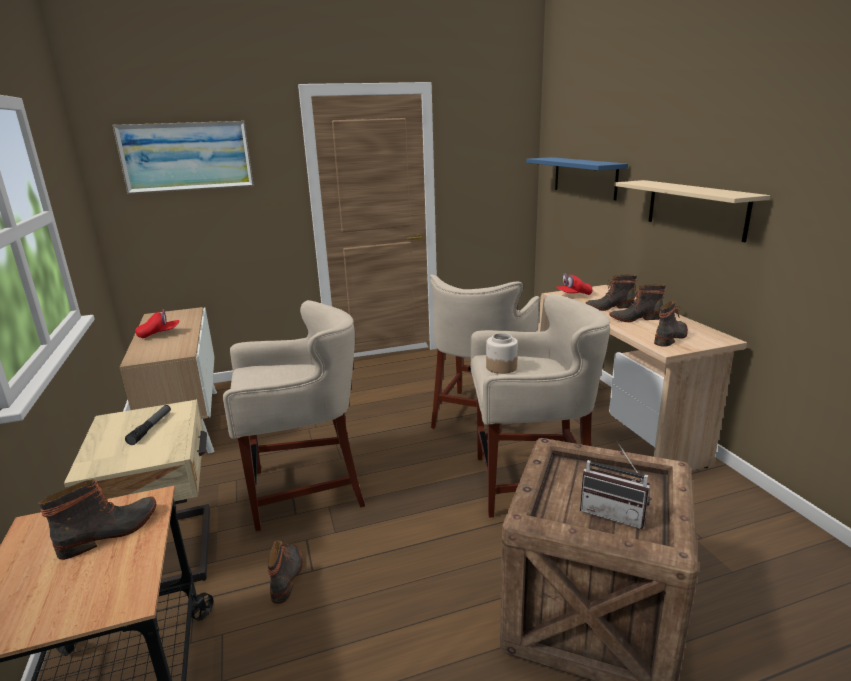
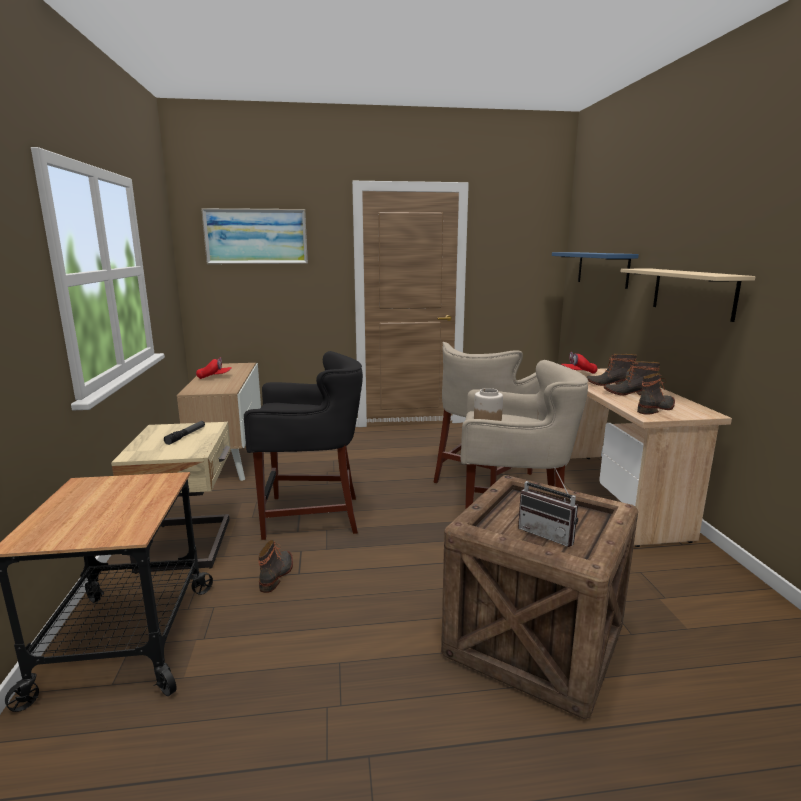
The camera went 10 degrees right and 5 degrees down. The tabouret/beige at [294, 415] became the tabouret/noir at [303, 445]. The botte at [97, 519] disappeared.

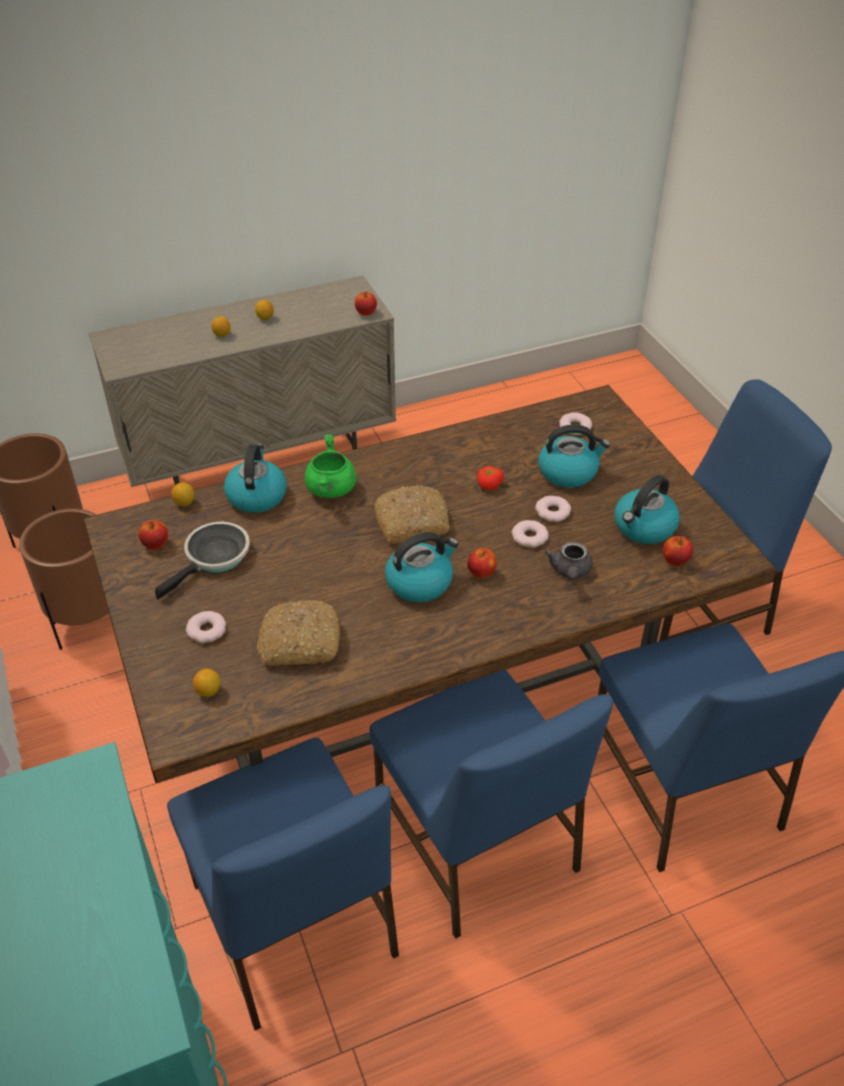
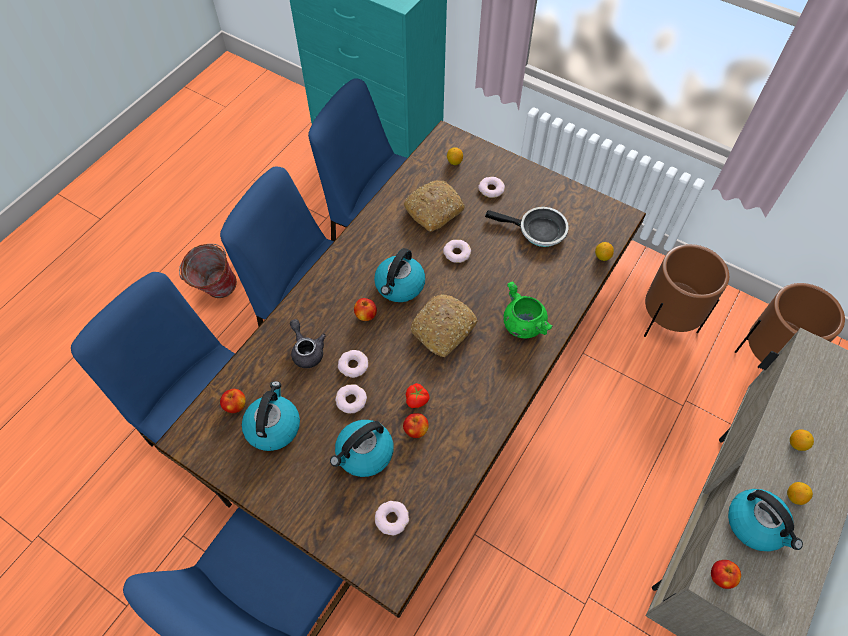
The camera went 145 degrees right and 15 degrees up. The seau at [208, 271] appeared. The pomme moved from [153, 535] to [416, 425]. The beignet at [457, 251] appeared. The poêle at [202, 560] turned 75 degrees counterclockwise. The bouilloire moved from [255, 478] to [765, 520].

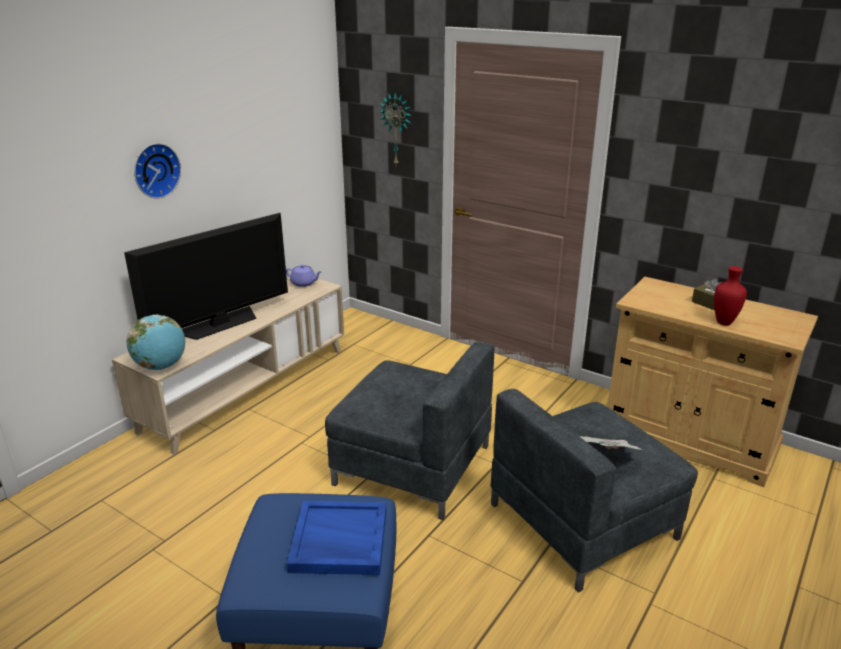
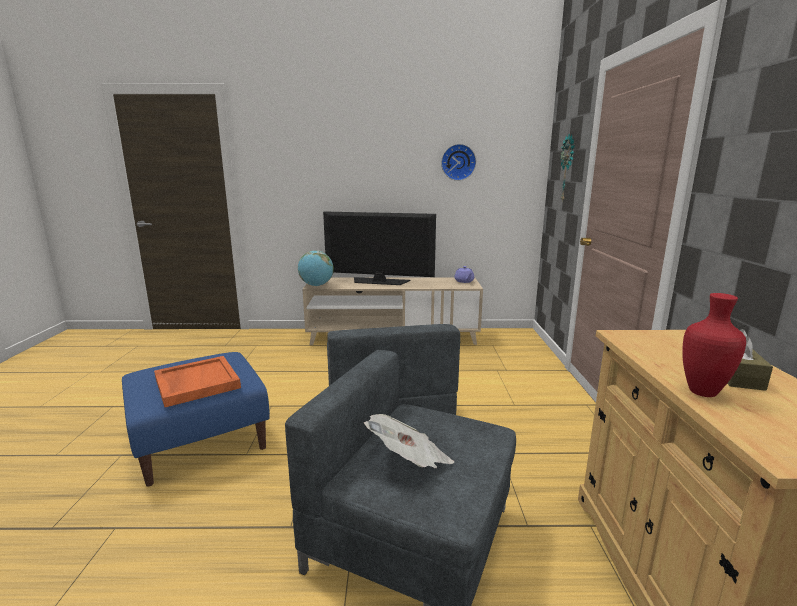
The camera went 55 degrees right and 10 degrees down. The plateau/bleu at [336, 538] became the plateau/orange at [197, 381]. The horloge murale moved from [157, 171] to [458, 162].

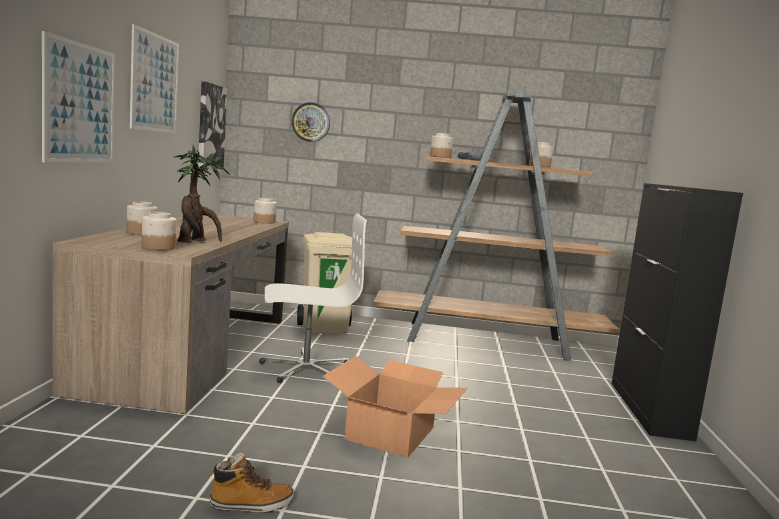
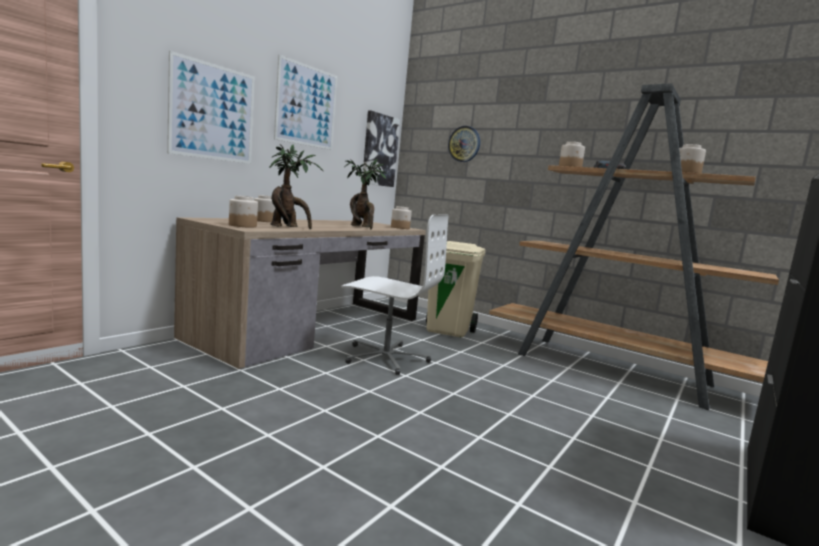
The camera went 30 degrees right and 0 degrees up. The plante en pot at [365, 194] appeared. The botte at [252, 483] disappeared. The carton at [395, 407] disappeared.

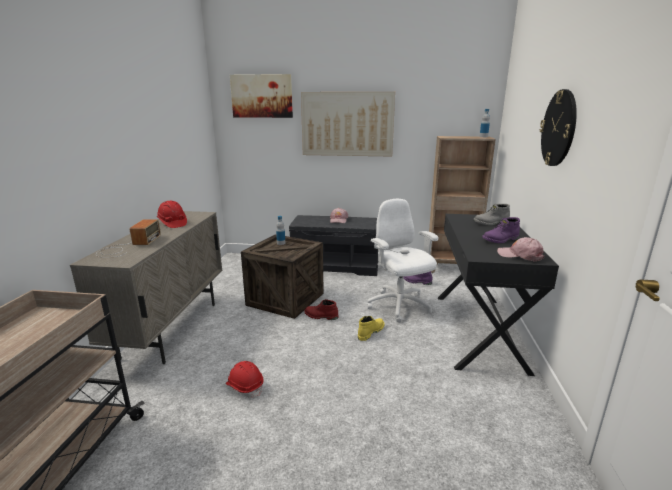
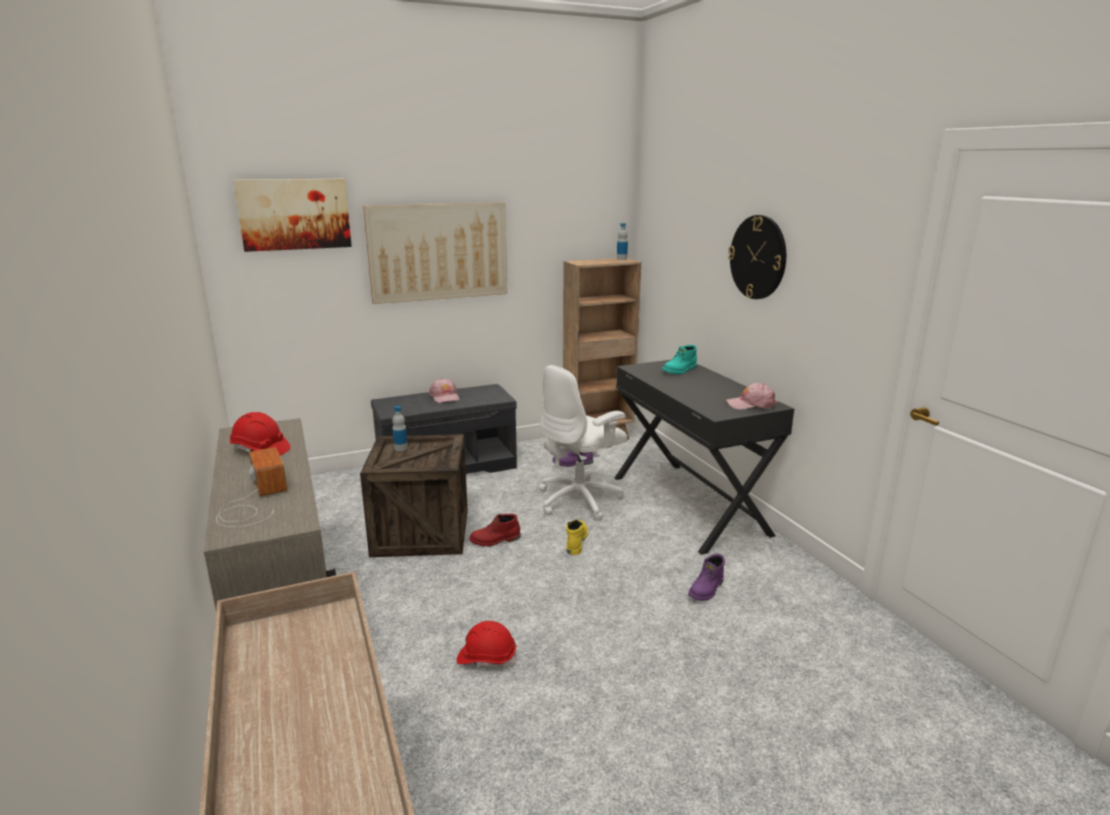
The camera went 30 degrees left and 0 degrees up. The chaise de bureau/blanc at [402, 261] turned 75 degrees counterclockwise. The botte/gris at [491, 214] became the botte/turquoise at [679, 359]. The botte/violet moved from [501, 230] to [706, 577].

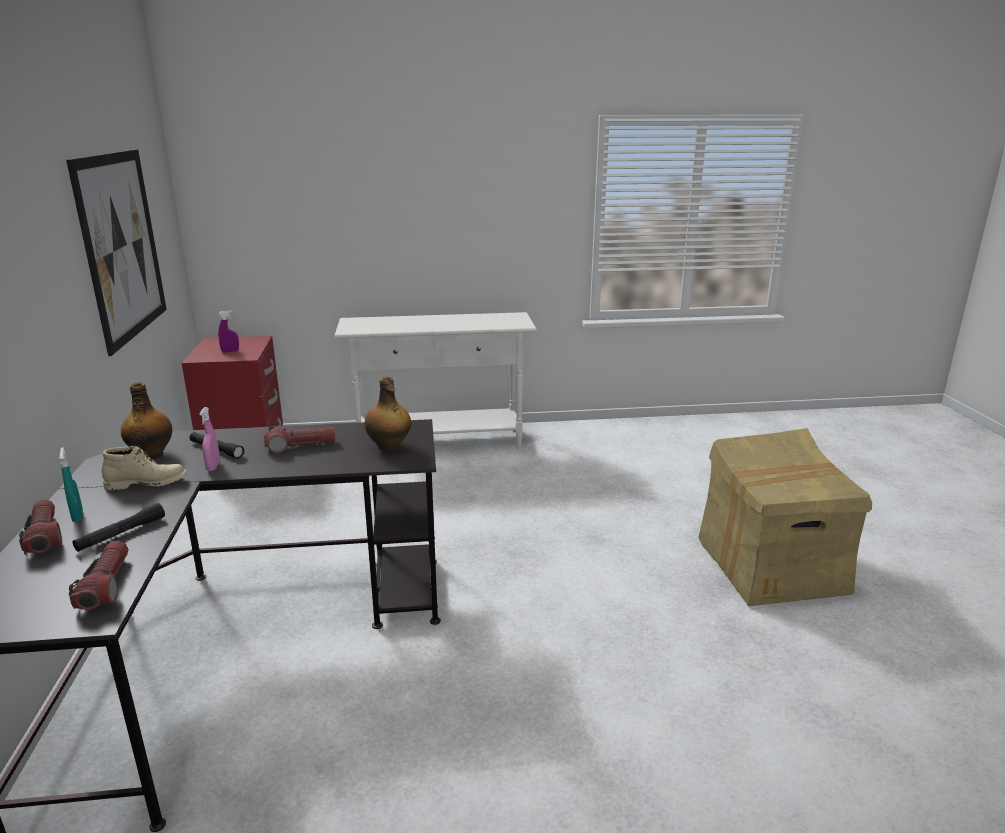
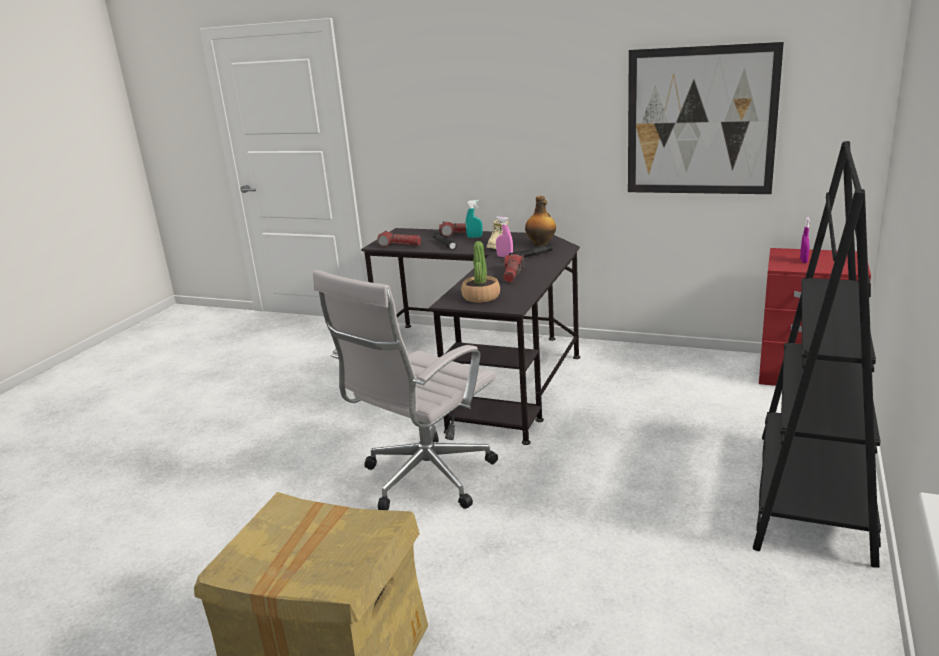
The camera went 120 degrees right and 0 degrees up. The chaise de bureau/blanc at [405, 390] appeared. The bouteille at [388, 414] was replaced by the plante en pot at [480, 272]. The table console/blanc at [435, 381] was replaced by the bibliothèque/noir at [817, 354].

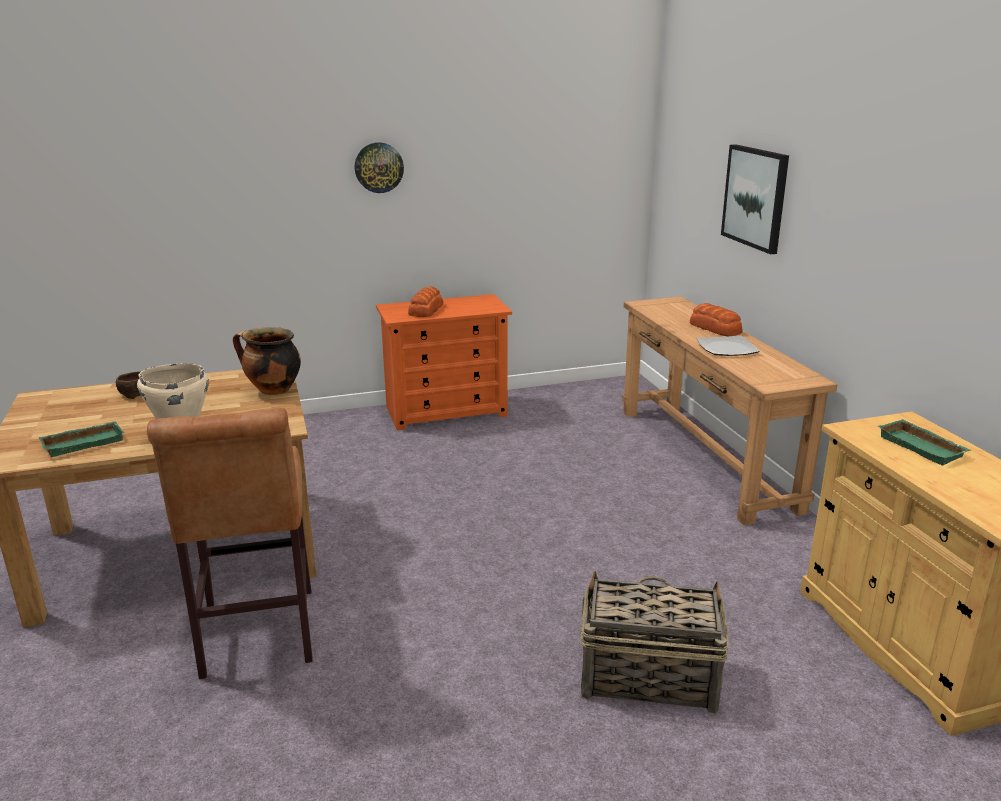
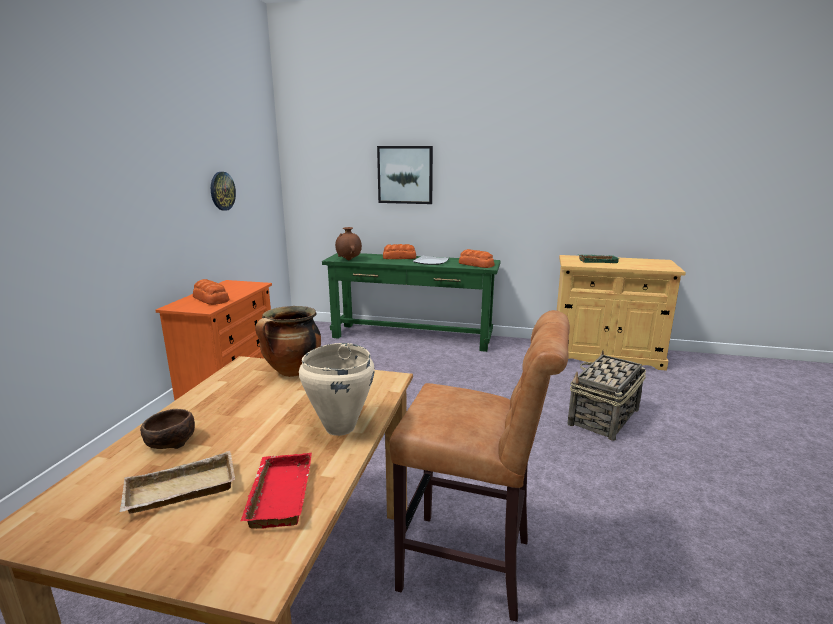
The camera went 60 degrees left and 5 degrees down. The plateau/beige at [177, 482] appeared. The horloge murale moved from [379, 167] to [223, 191]. The plateau/vert at [81, 439] became the plateau/rouge at [276, 491]. The table console/marron at [729, 410] became the table console/vert at [411, 302]. The vase/marron at [348, 243] appeared. The pain at [476, 258] appeared.

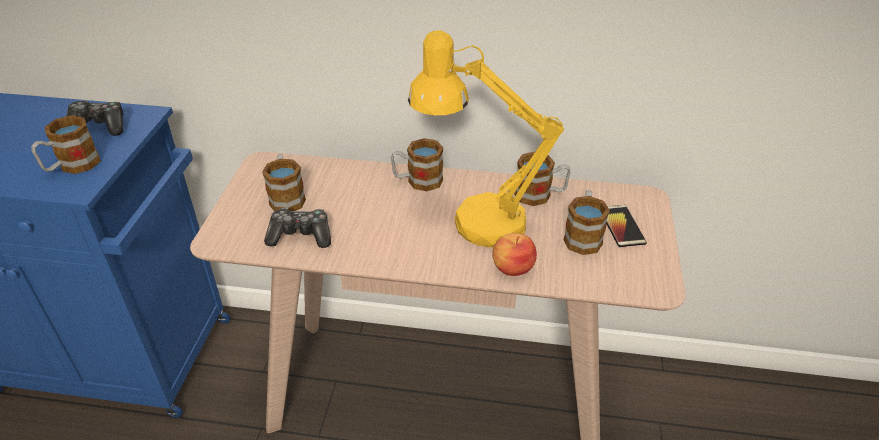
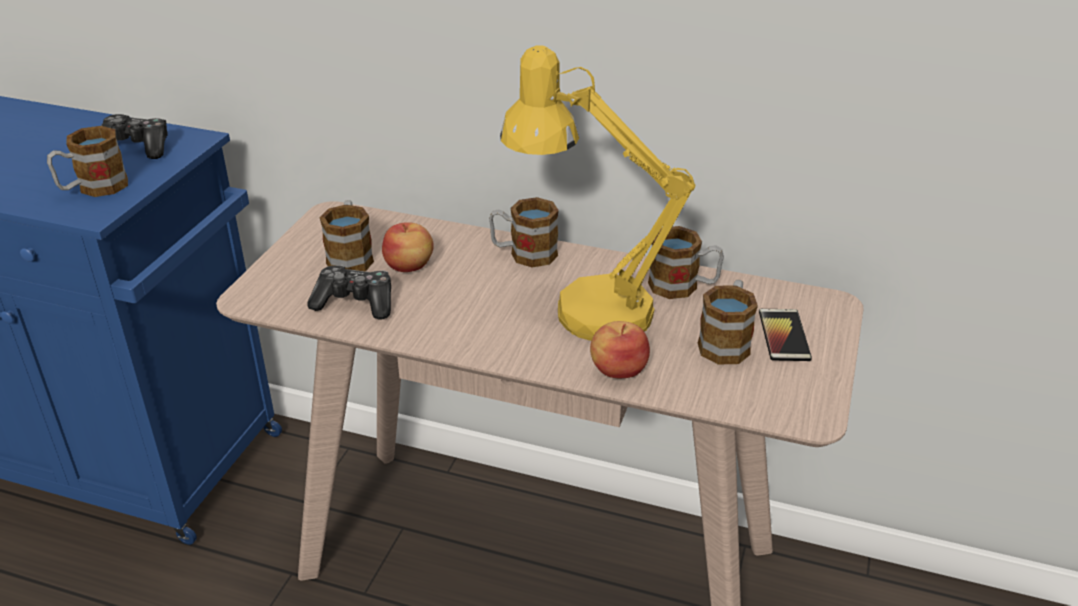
The camera went 10 degrees right and 5 degrees down. The pomme at [408, 247] appeared.

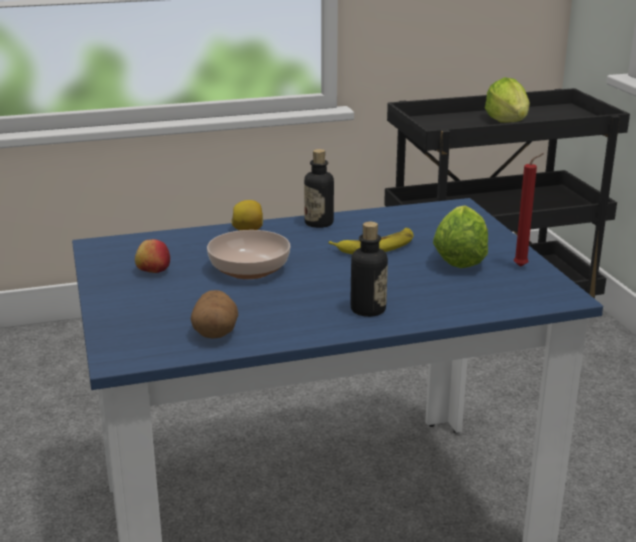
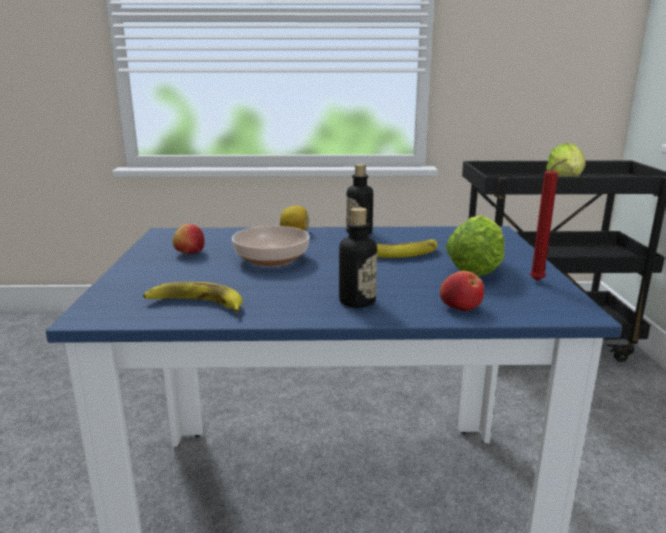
The camera went 15 degrees right and 5 degrees down. The pomme de terre at [214, 314] was replaced by the banane at [193, 297]. The pomme at [462, 291] appeared.

